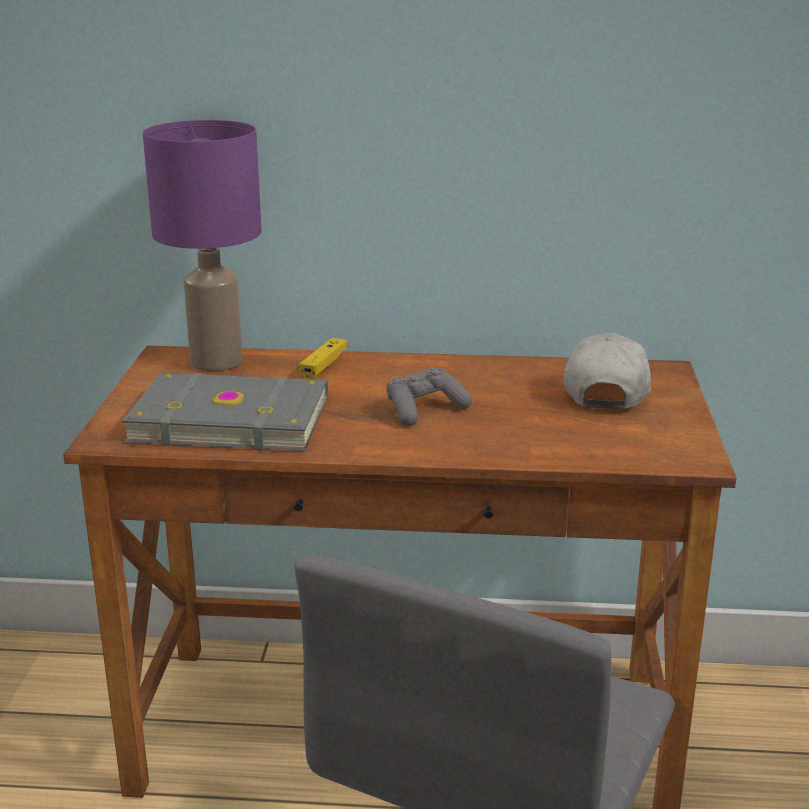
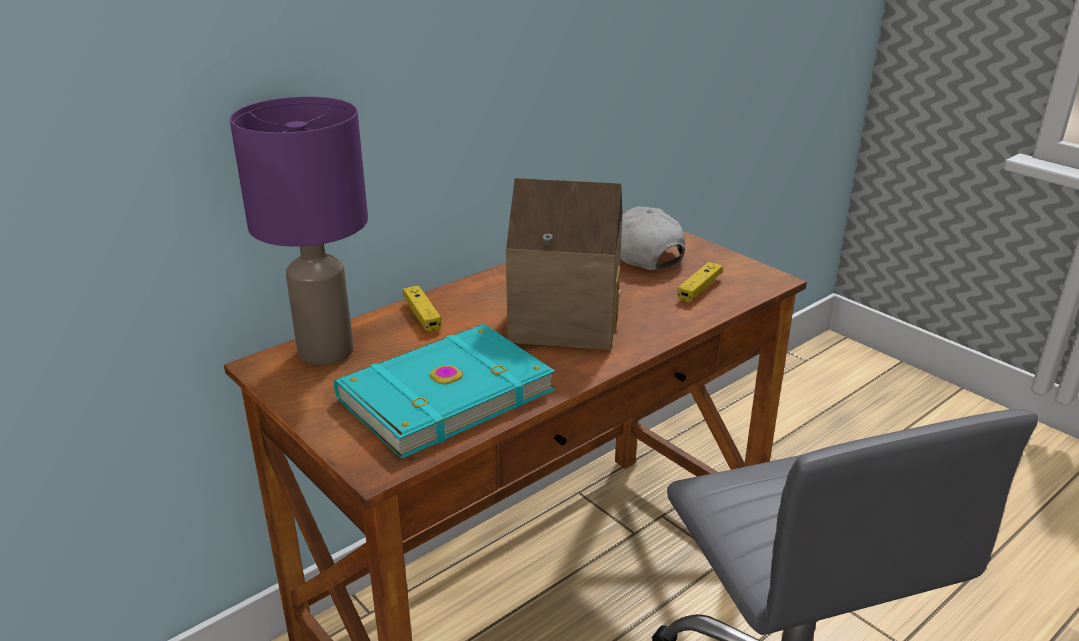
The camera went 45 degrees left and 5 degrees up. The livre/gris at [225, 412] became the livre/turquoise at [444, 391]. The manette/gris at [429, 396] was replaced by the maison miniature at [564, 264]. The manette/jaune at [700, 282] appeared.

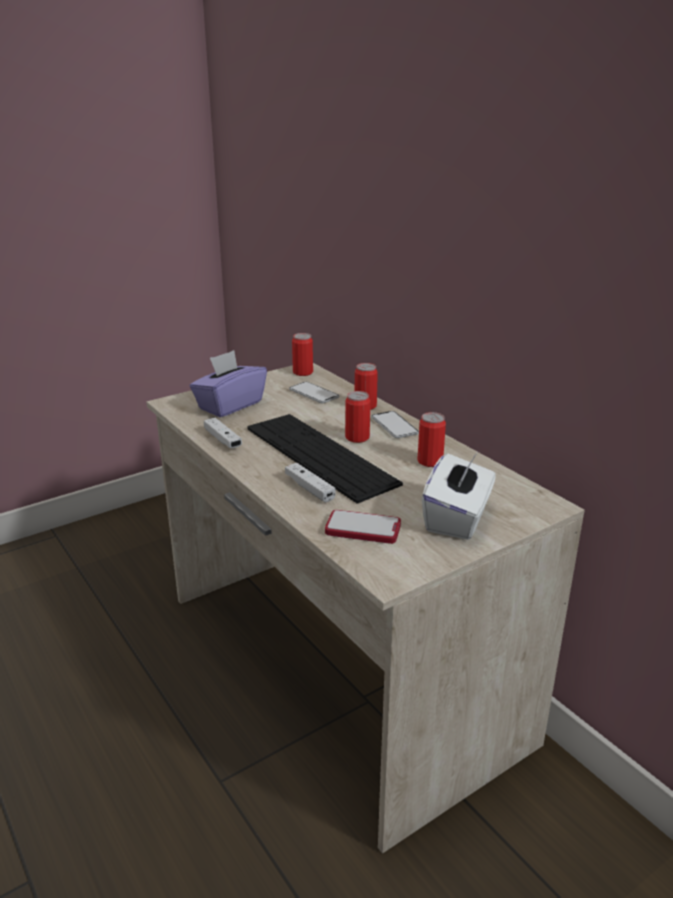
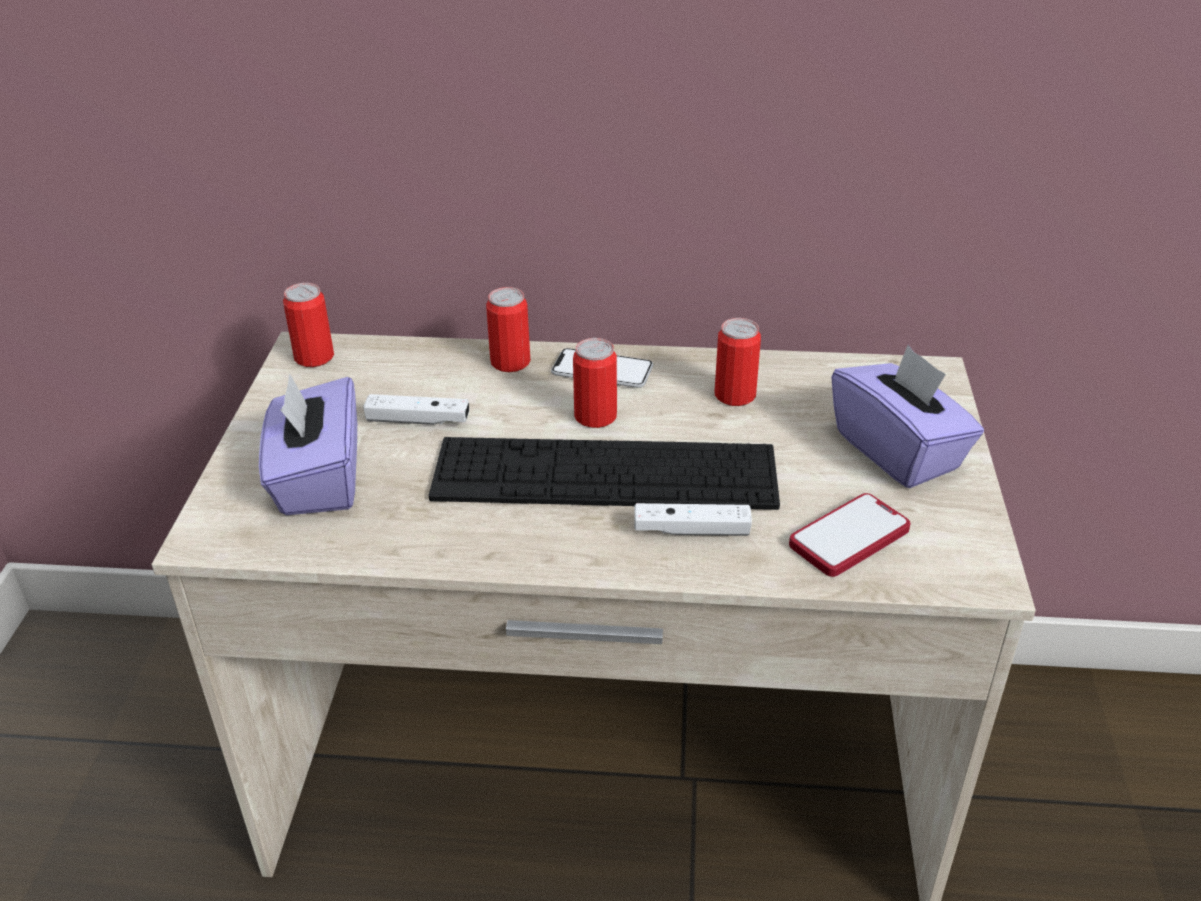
The camera went 50 degrees left and 10 degrees up. The manette/blanc moved from [223, 433] to [416, 409]. The boîte à mouchoirs/blanc at [459, 496] became the boîte à mouchoirs/violet at [907, 416]. The téléphone at [314, 393] disappeared.

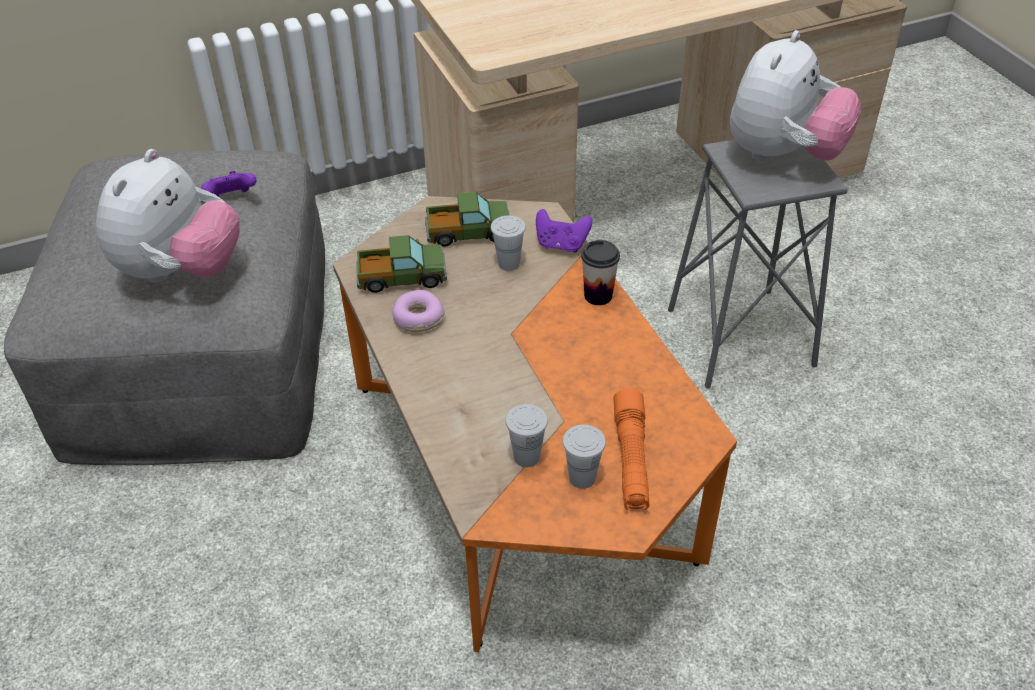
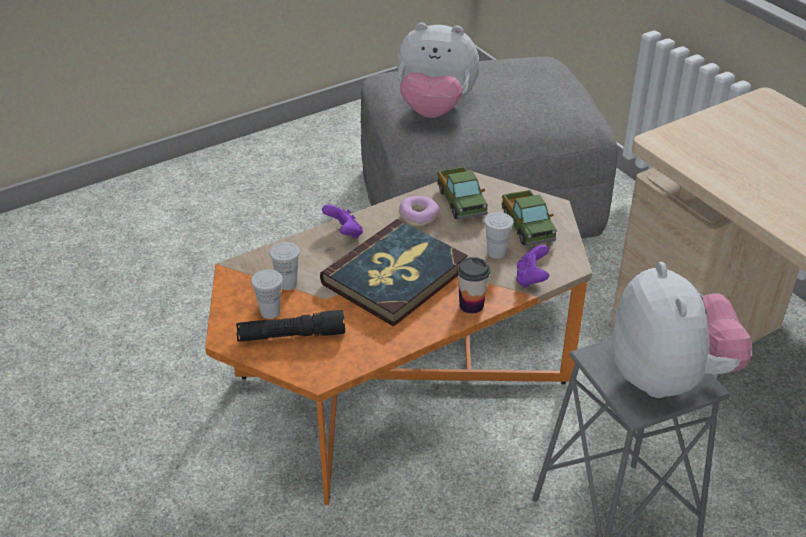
The camera went 80 degrees right and 5 degrees down. The lampe de poche/orange at [631, 448] became the lampe de poche/noir at [290, 325]. The livre at [394, 273] appeared. The manette/violet moved from [228, 184] to [342, 221]. The peluche at [796, 96] turned 120 degrees counterclockwise.

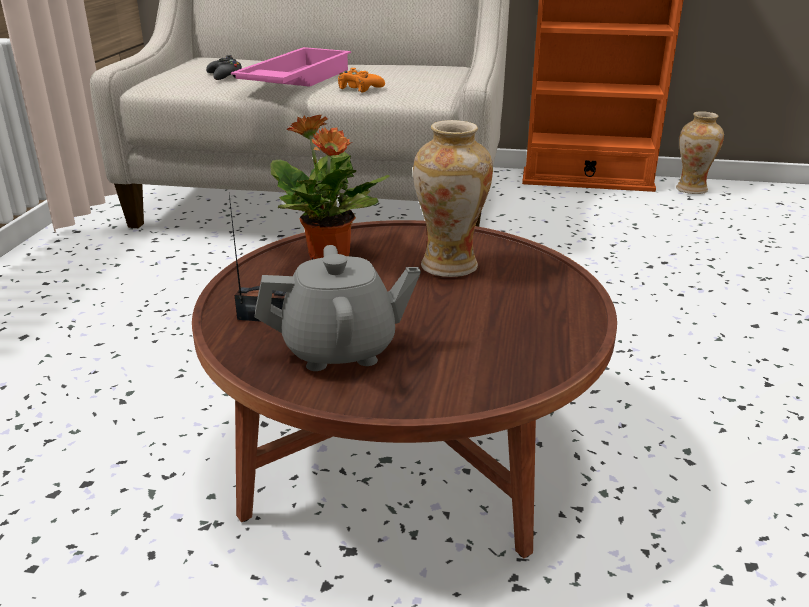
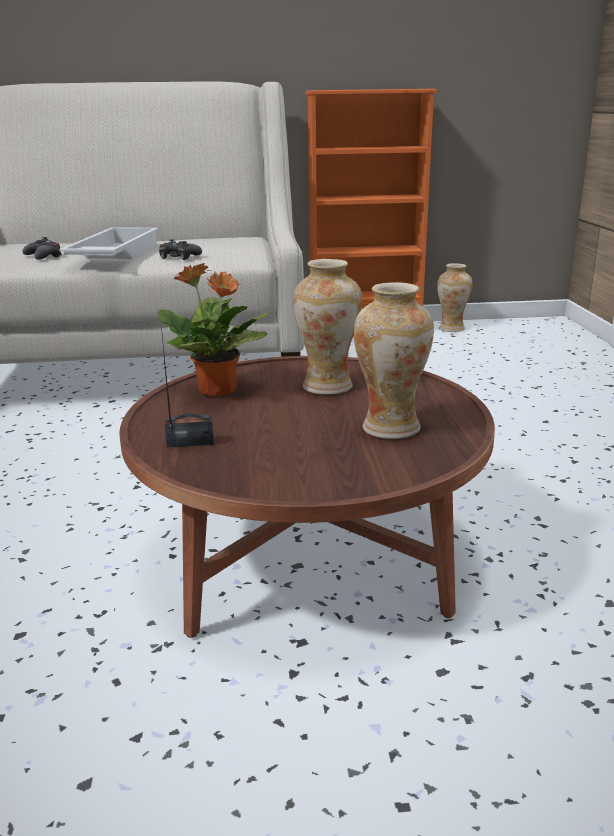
The camera went 15 degrees left and 5 degrees down. The plateau/rose at [291, 67] became the plateau/blanc at [109, 243]. The manette/orange at [361, 80] became the manette/noir at [180, 249]. The vase at [394, 360] appeared. The théière/gris at [338, 308] disappeared.

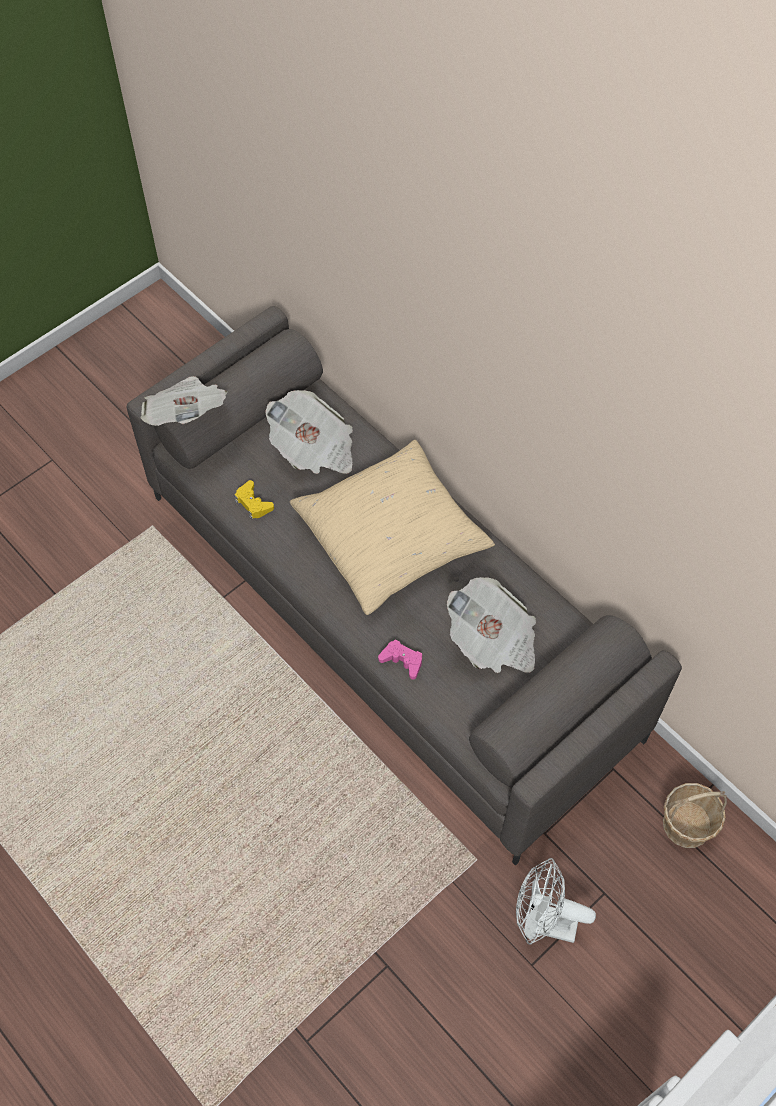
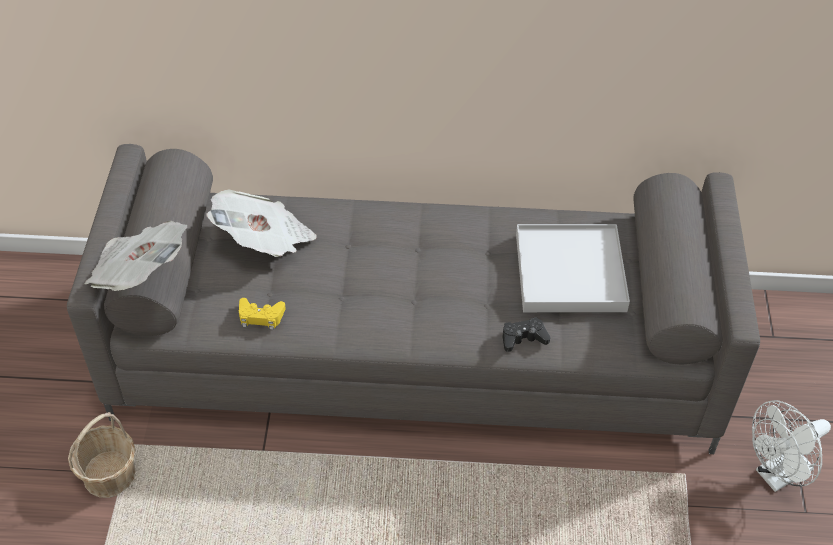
The camera went 45 degrees left and 10 degrees down. The panier moved from [695, 815] to [102, 455]. The manette/rose at [400, 659] became the manette/noir at [526, 334]. The journal at [491, 625] was replaced by the plateau/blanc at [573, 268]. The coussin/beige at [392, 527] disappeared.

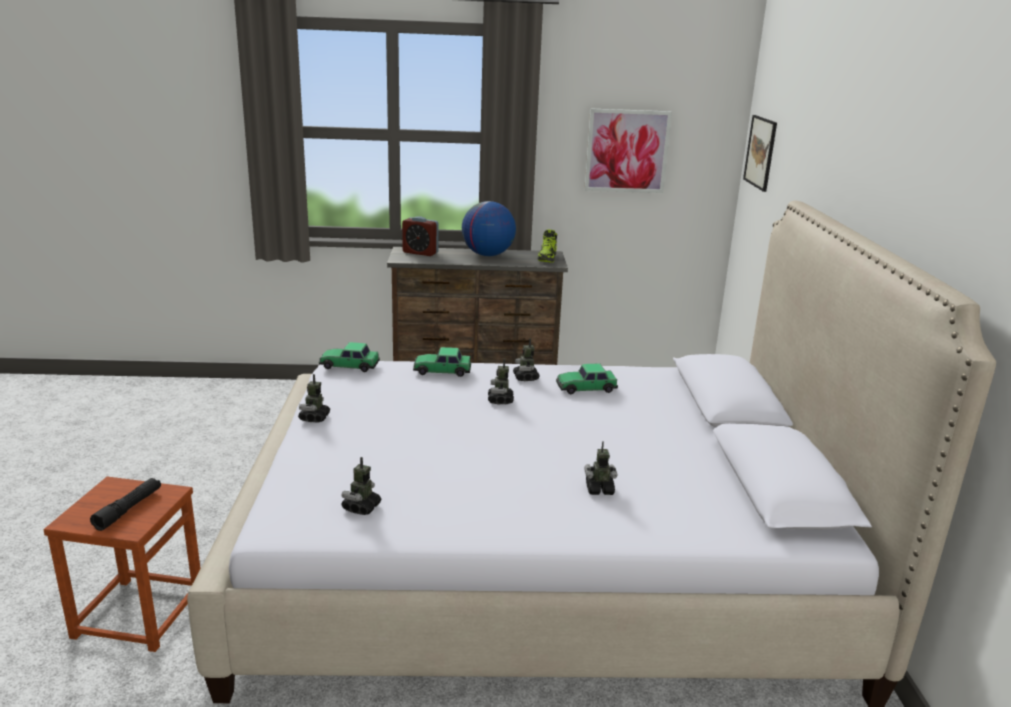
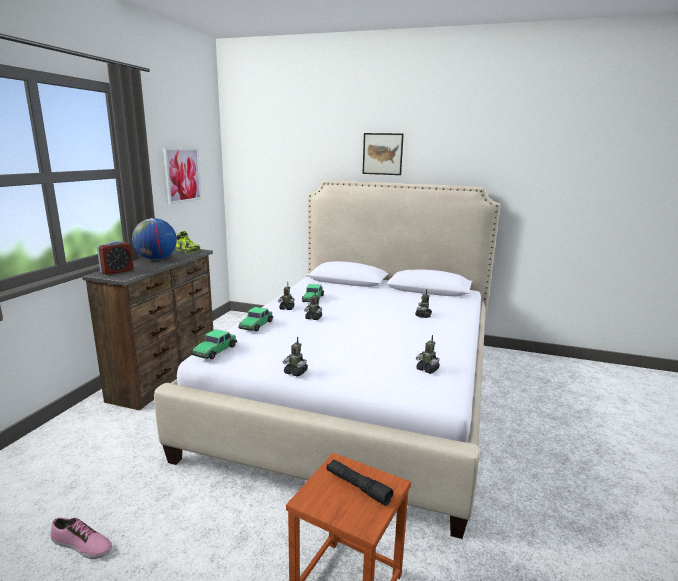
The camera went 70 degrees left and 5 degrees down. The chaussure at [81, 538] appeared. The tableau moved from [760, 153] to [383, 154].

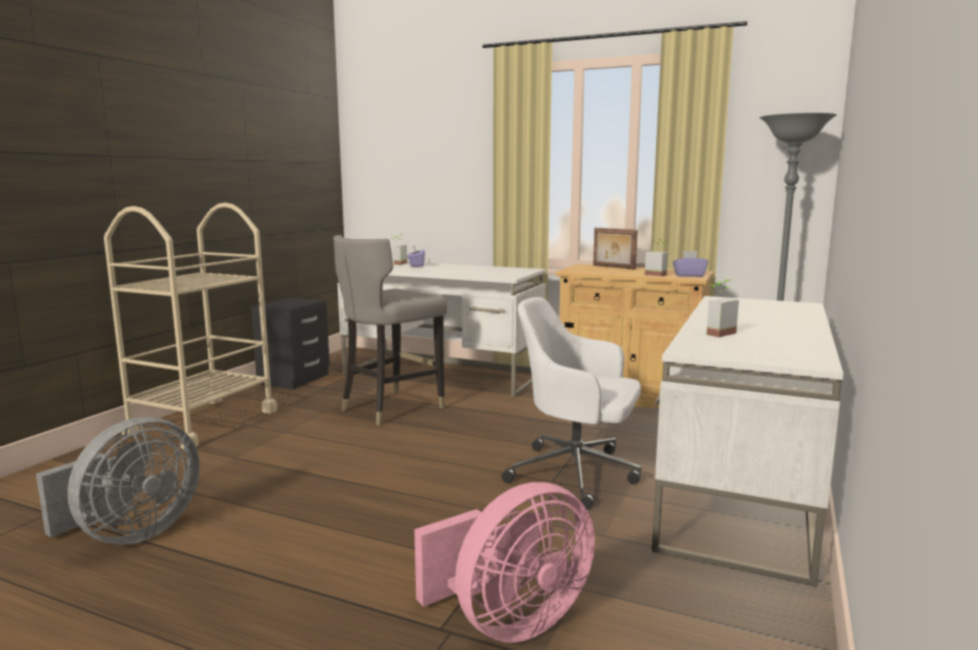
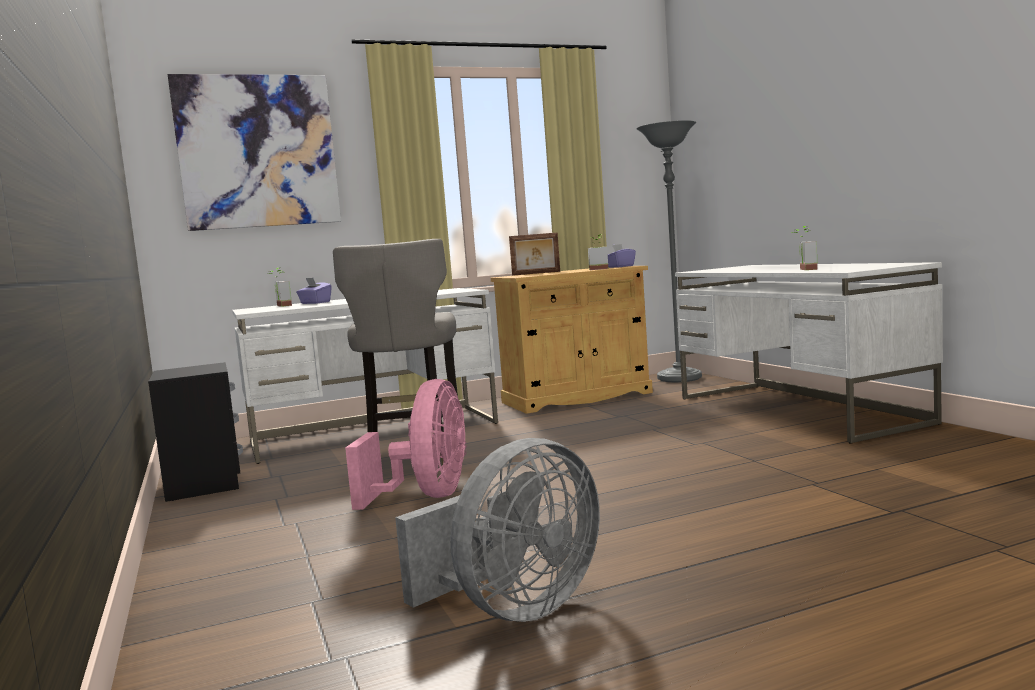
The camera went 45 degrees left and 5 degrees down. The tableau at [254, 152] appeared. The ventilateur/rose moved from [504, 562] to [405, 444]. The ventilateur/gris at [118, 480] turned 60 degrees clockwise. The chariot/beige at [190, 326] disappeared. The chaise de bureau/blanc at [571, 403] disappeared.

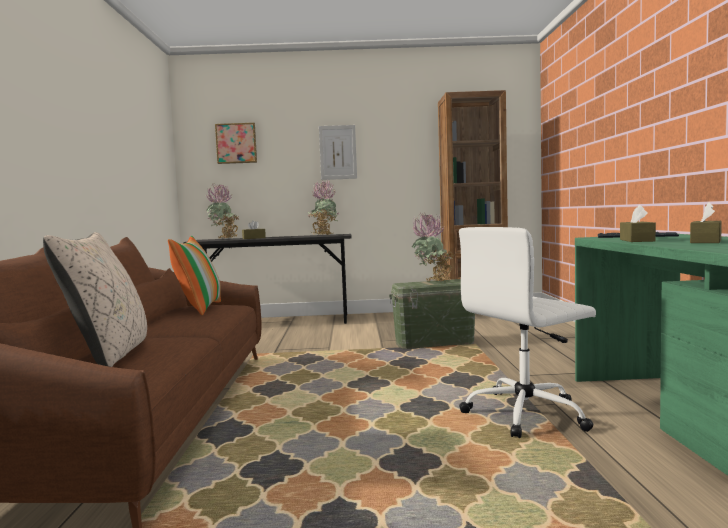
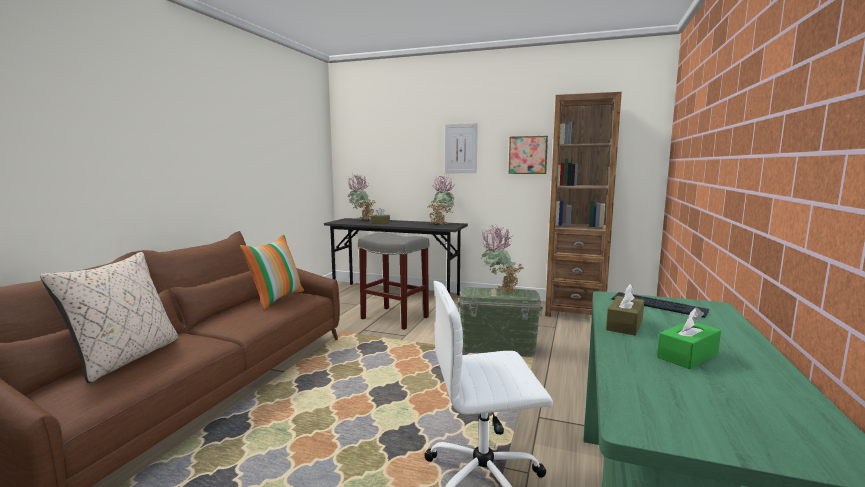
The camera went 20 degrees right and 5 degrees up. The tabouret/gris at [393, 281] appeared. The tableau moved from [236, 143] to [528, 155]. The boîte à mouchoirs/marron at [706, 222] became the boîte à mouchoirs/vert at [689, 338].

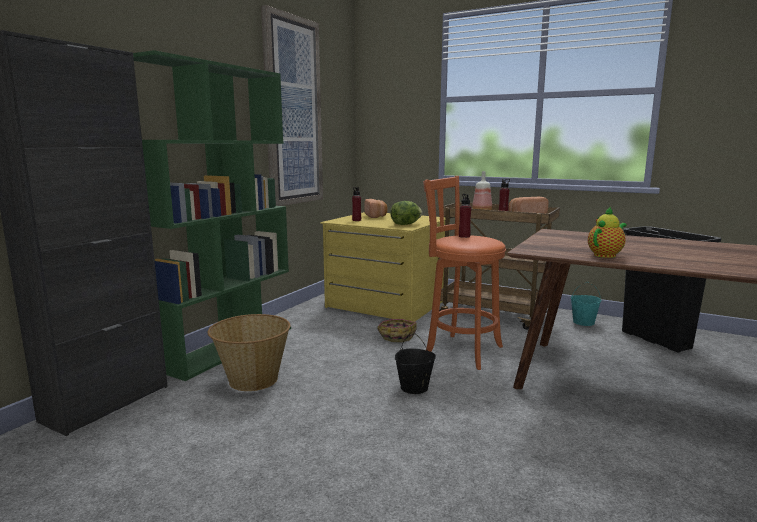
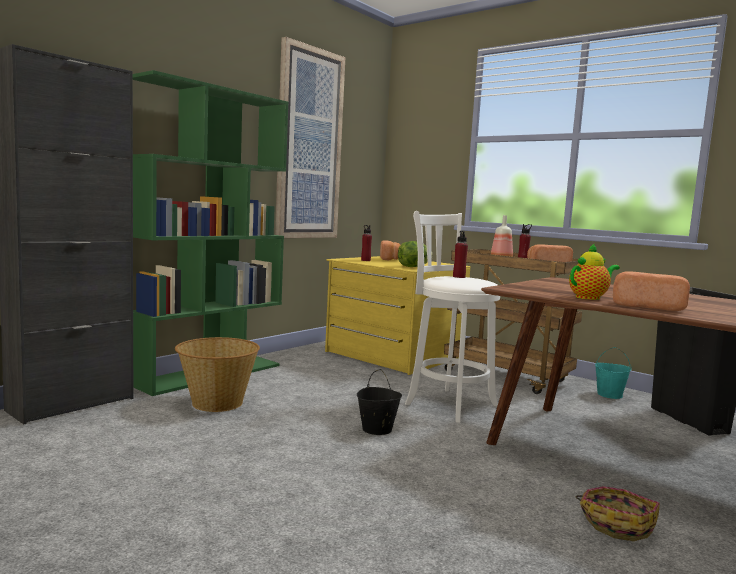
The camera went 10 degrees right and 5 degrees down. The tabouret/orange at [464, 273] became the tabouret/blanc at [452, 317]. The panier moved from [397, 330] to [618, 513]. The pain at [651, 291] appeared.

